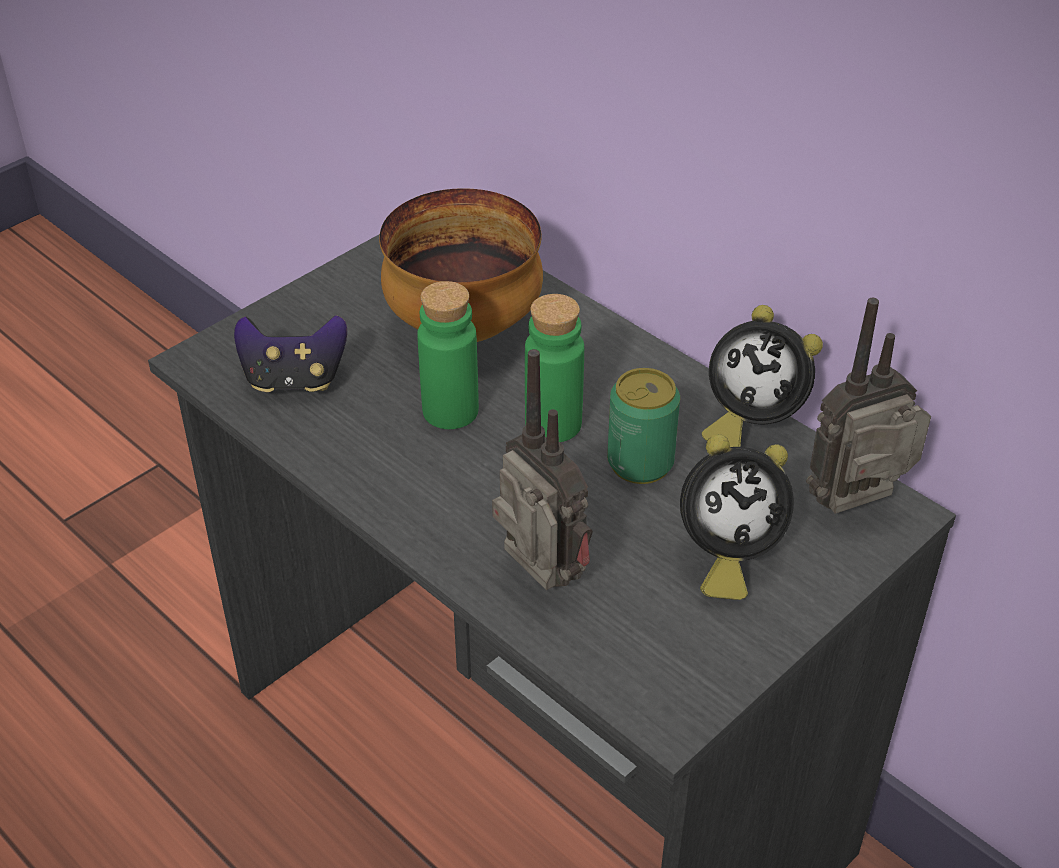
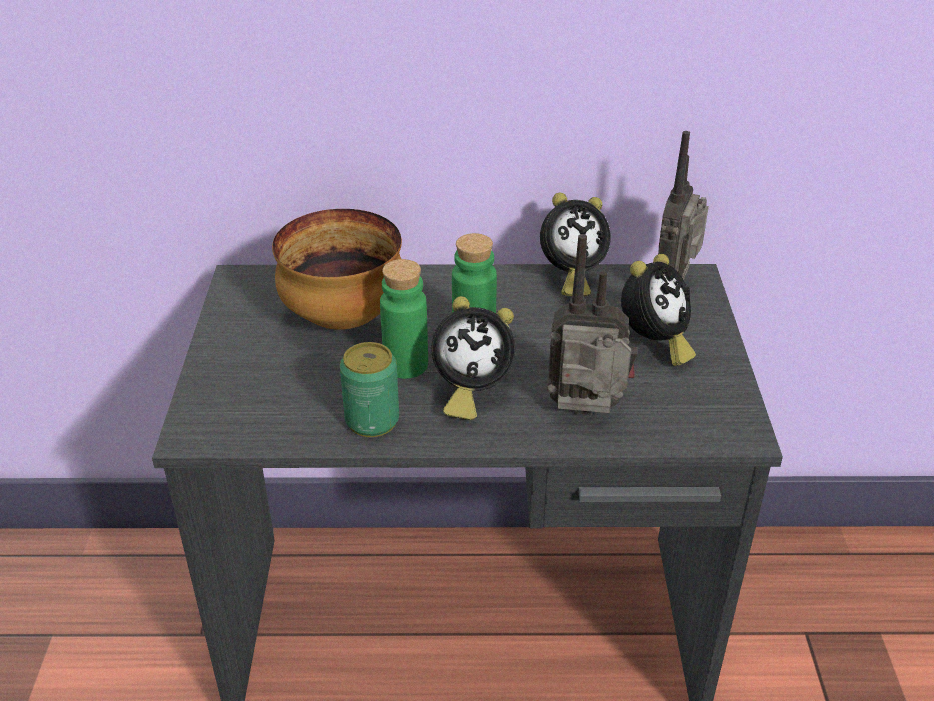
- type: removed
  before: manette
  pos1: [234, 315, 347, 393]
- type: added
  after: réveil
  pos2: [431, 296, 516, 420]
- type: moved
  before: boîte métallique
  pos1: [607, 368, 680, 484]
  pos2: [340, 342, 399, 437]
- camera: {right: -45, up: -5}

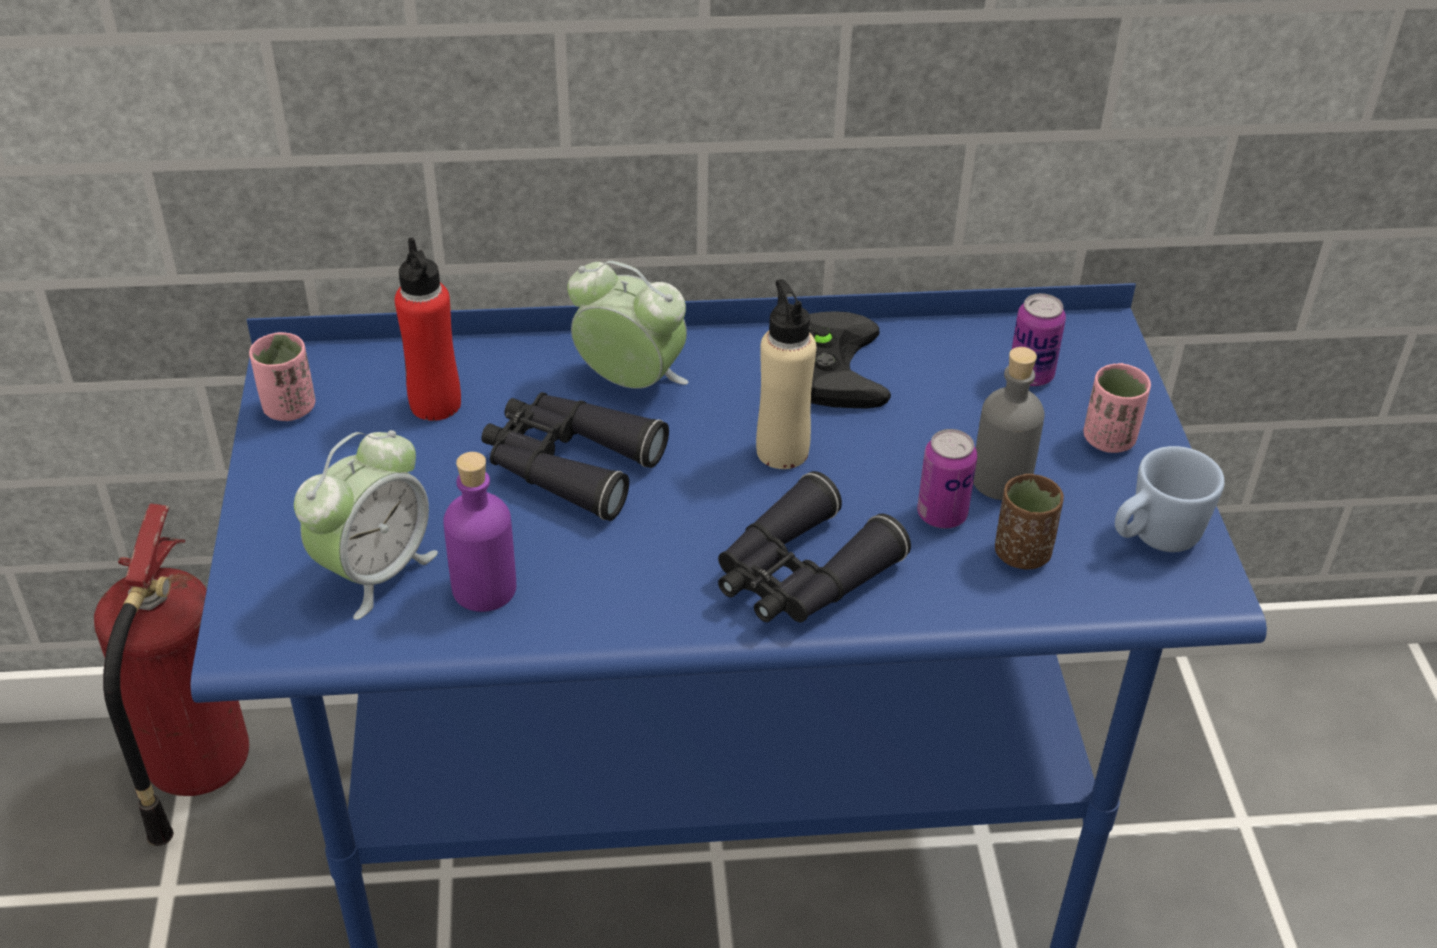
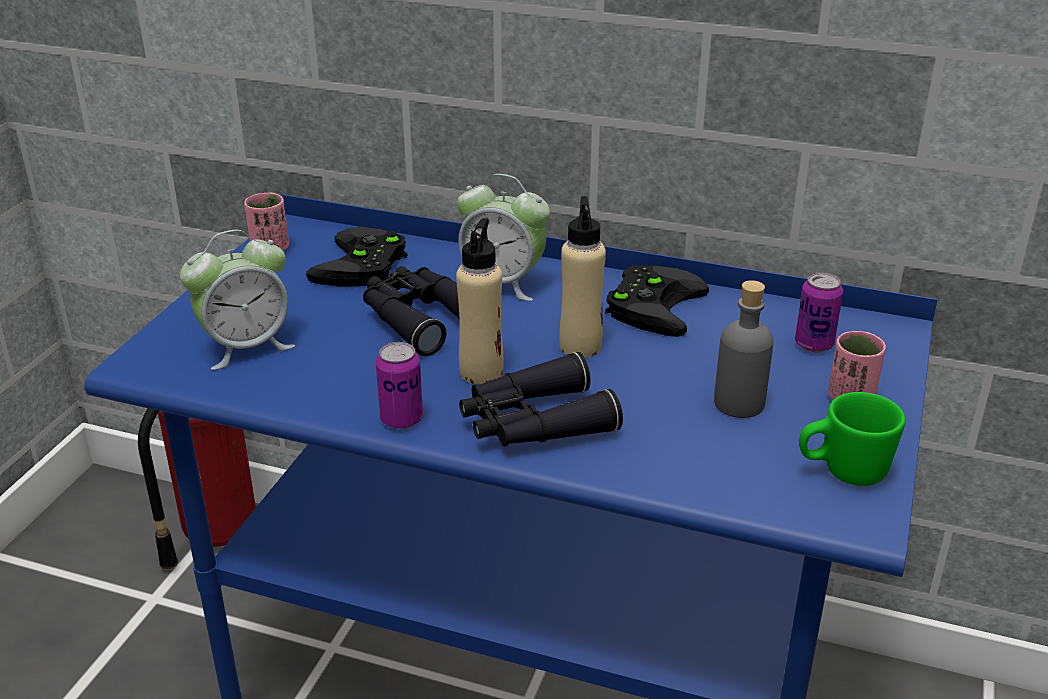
- type: removed
  before: bouteille (violet)
  pos1: [443, 452, 516, 612]
- type: removed
  before: tasse (marron)
  pos1: [995, 474, 1064, 570]
- type: added
  after: bouteille (beige)
  pos2: [456, 218, 504, 384]
- type: moved
  before: boîte métallique
  pos1: [917, 429, 977, 529]
  pos2: [376, 342, 423, 429]
- type: replaced
  before: bouteille (rouge)
  after: manette (noir)
  pos1: [395, 238, 461, 421]
  pos2: [306, 227, 408, 286]
- type: recoloured
  before: mug (bleu)
  after: mug (vert)
  pos1: [1115, 446, 1225, 552]
  pos2: [799, 392, 905, 486]
- type: turned
  before: réveil
  pos1: [567, 261, 689, 389]
  pos2: [457, 174, 550, 301]
  turn: 150
- camera: {right: 25, up: -10}

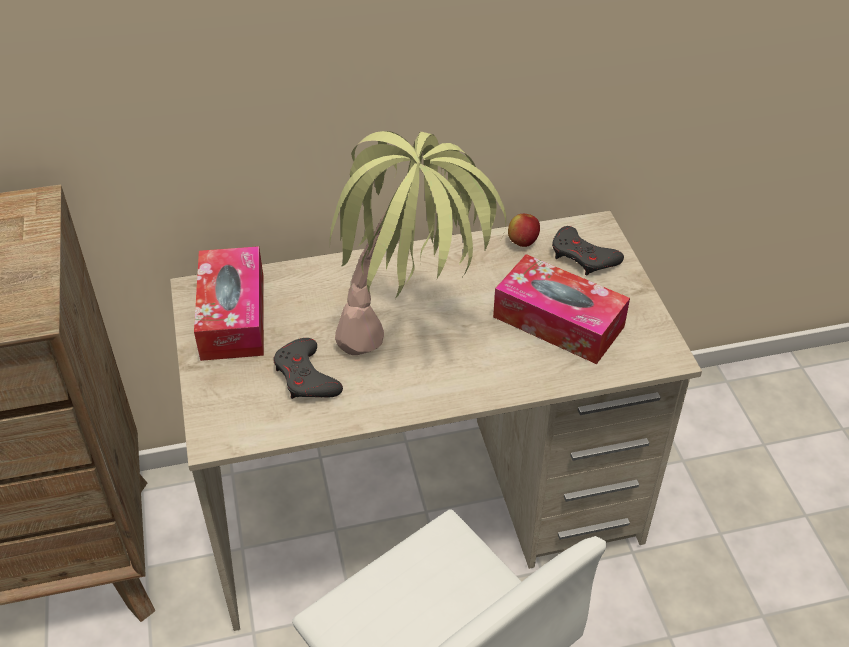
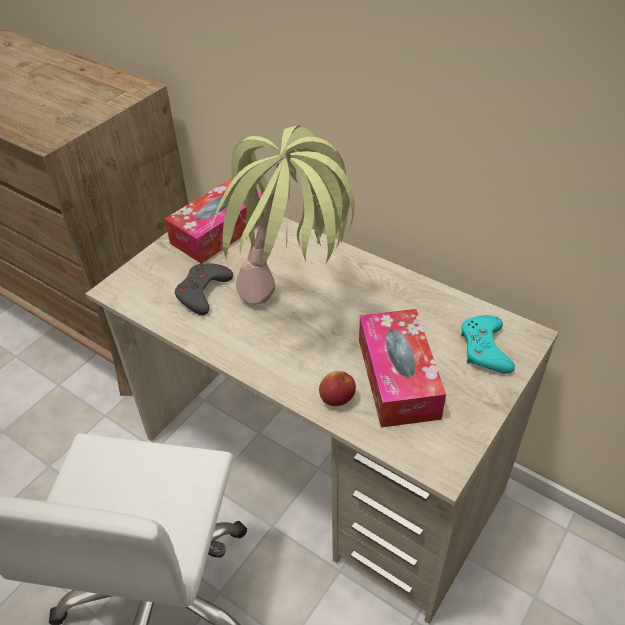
- type: moved
  before: pomme
  pos1: [508, 214, 540, 247]
  pos2: [319, 371, 356, 406]
- type: recoloured
  before: manette (gris)
  after: manette (turquoise)
  pos1: [552, 226, 624, 275]
  pos2: [461, 315, 515, 374]
- camera: {right: 50, up: 0}

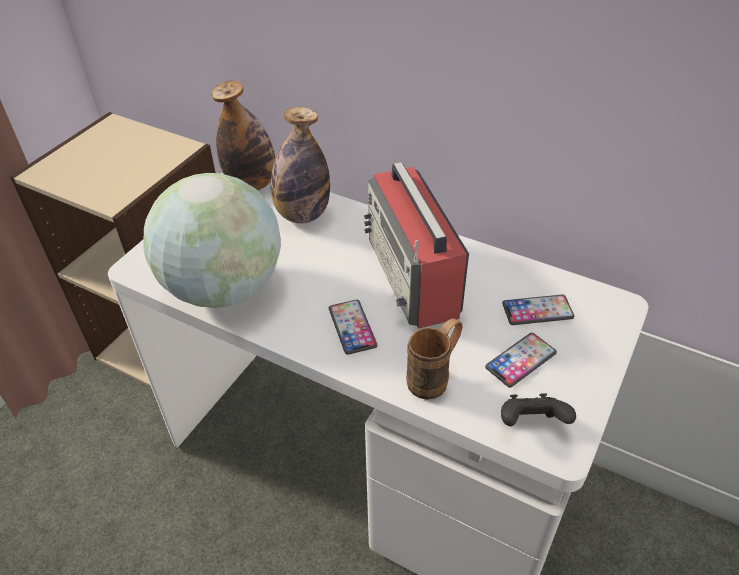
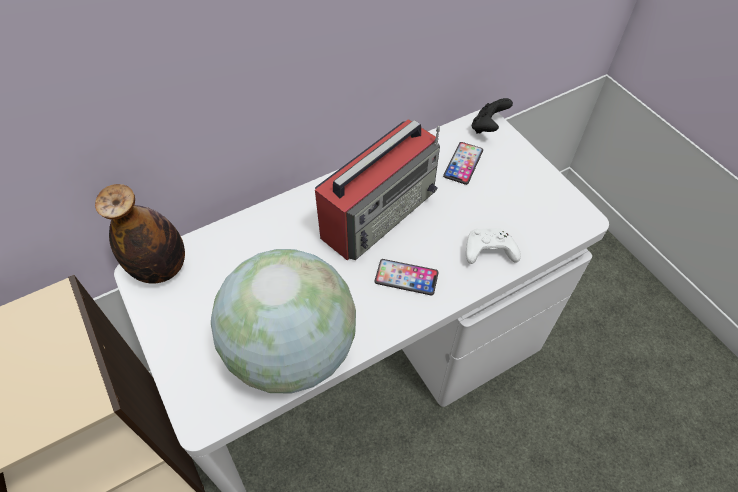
- type: removed
  before: bouteille
  pos1: [271, 107, 330, 223]
- type: removed
  before: téléphone
  pos1: [485, 333, 557, 388]
- type: moved
  before: manette (noir)
  pos1: [501, 393, 576, 426]
  pos2: [472, 98, 513, 134]
- type: replaced
  before: mug (marron)
  after: manette (blanc)
  pos1: [406, 318, 463, 400]
  pos2: [466, 228, 521, 264]
- type: turned
  before: radio
  pos1: [364, 162, 469, 329]
  pos2: [315, 119, 440, 260]
  turn: -60
- camera: {right: -60, up: 10}

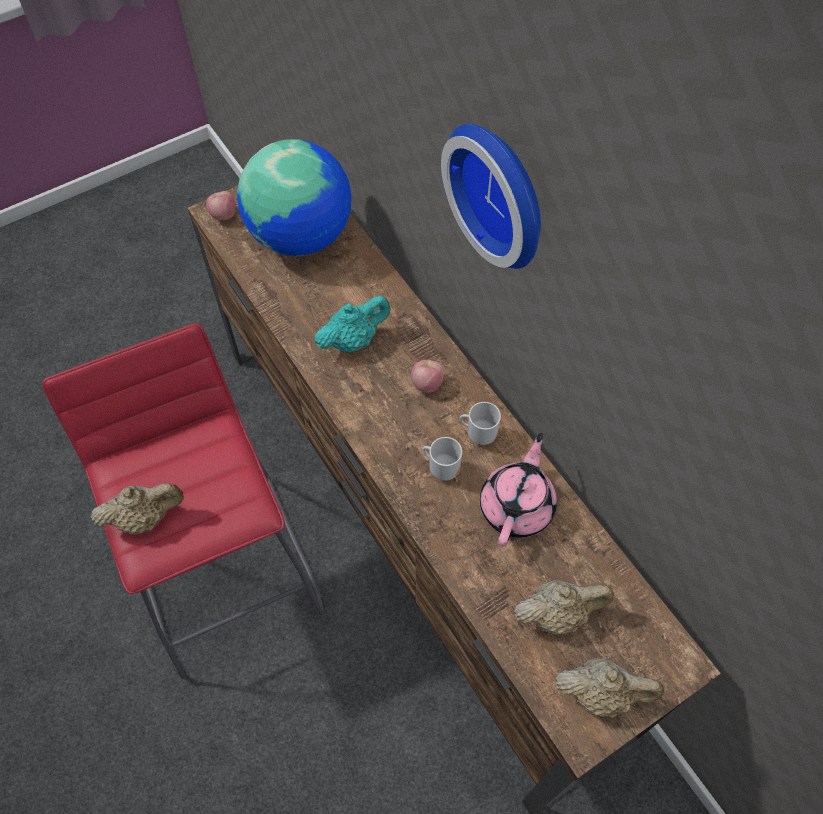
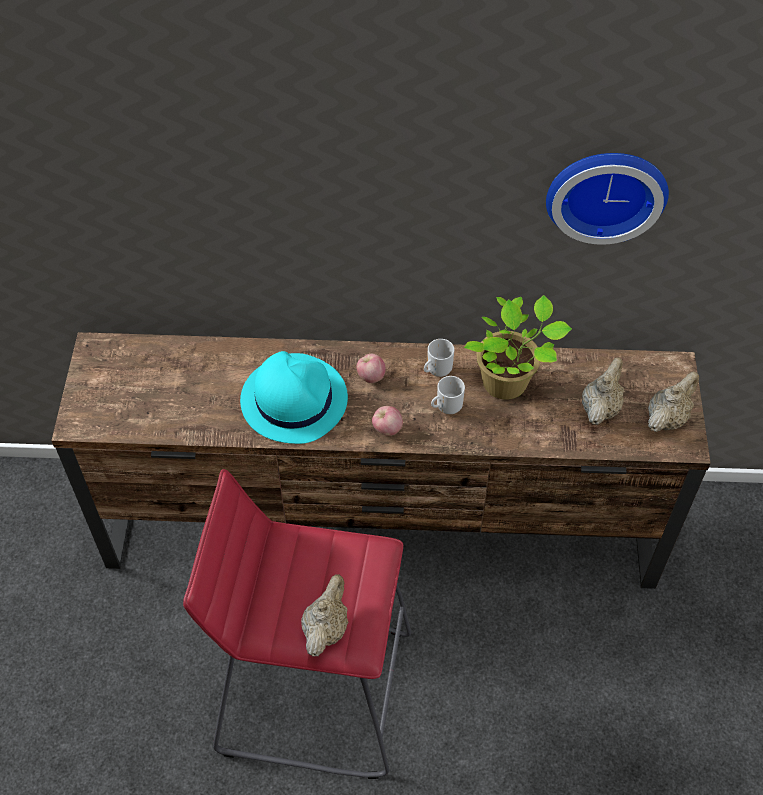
- type: removed
  before: globe
  pos1: [237, 139, 352, 256]
- type: moved
  before: pomme
  pos1: [206, 191, 236, 221]
  pos2: [372, 406, 403, 436]
- type: moved
  before: horloge murale
  pos1: [441, 124, 541, 269]
  pos2: [546, 153, 669, 245]
- type: replaced
  before: théière (turquoise)
  after: chapeau (turquoise)
  pos1: [315, 295, 391, 352]
  pos2: [240, 351, 348, 444]
- type: replaced
  before: théière (rose)
  after: plante en pot
  pos1: [480, 433, 557, 546]
  pos2: [464, 295, 572, 400]
- camera: {right: -55, up: -5}

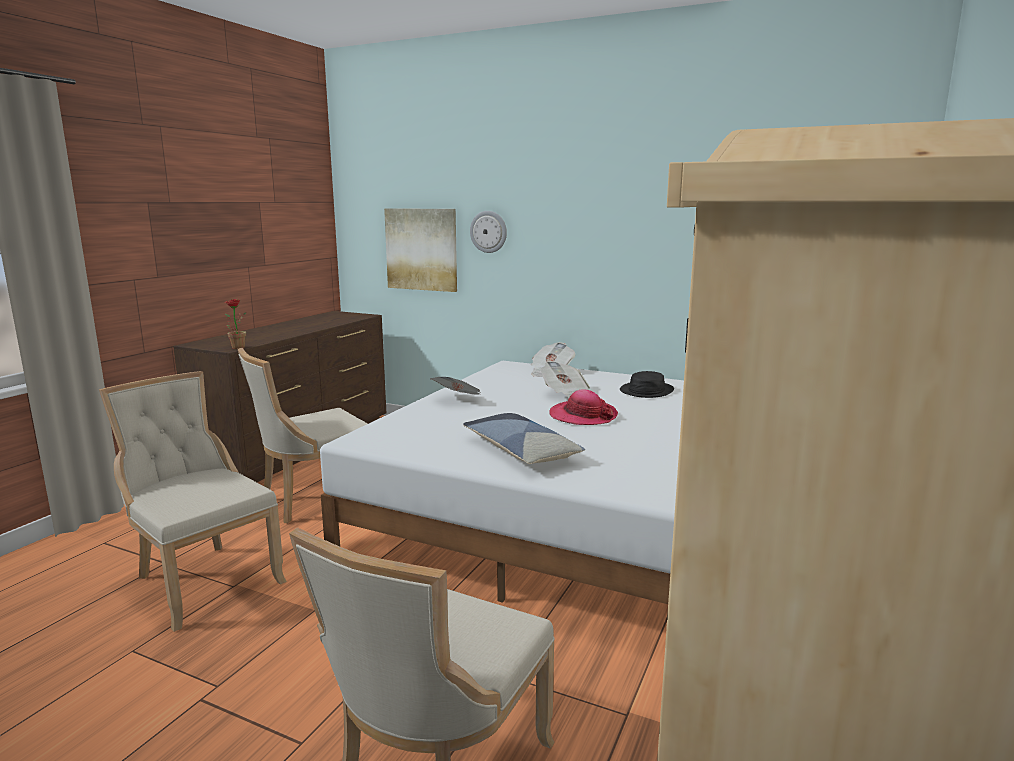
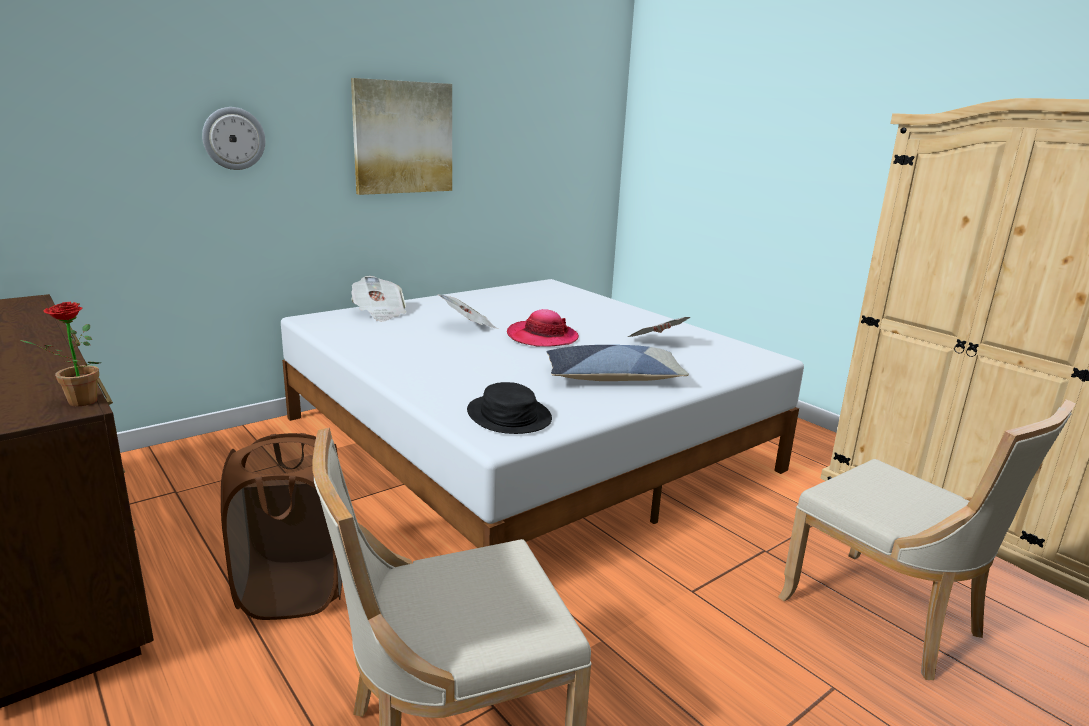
- type: moved
  before: tableau
  pos1: [384, 208, 457, 292]
  pos2: [351, 78, 452, 195]
- type: moved
  before: journal
  pos1: [430, 377, 482, 395]
  pos2: [628, 317, 691, 337]
- type: moved
  before: chapeau (noir)
  pos1: [620, 371, 674, 398]
  pos2: [467, 382, 552, 434]
- type: replaced
  before: chaise (beige)
  after: panier à linge (marron)
  pos1: [238, 348, 368, 523]
  pos2: [221, 433, 342, 620]
- camera: {right: -65, up: 5}

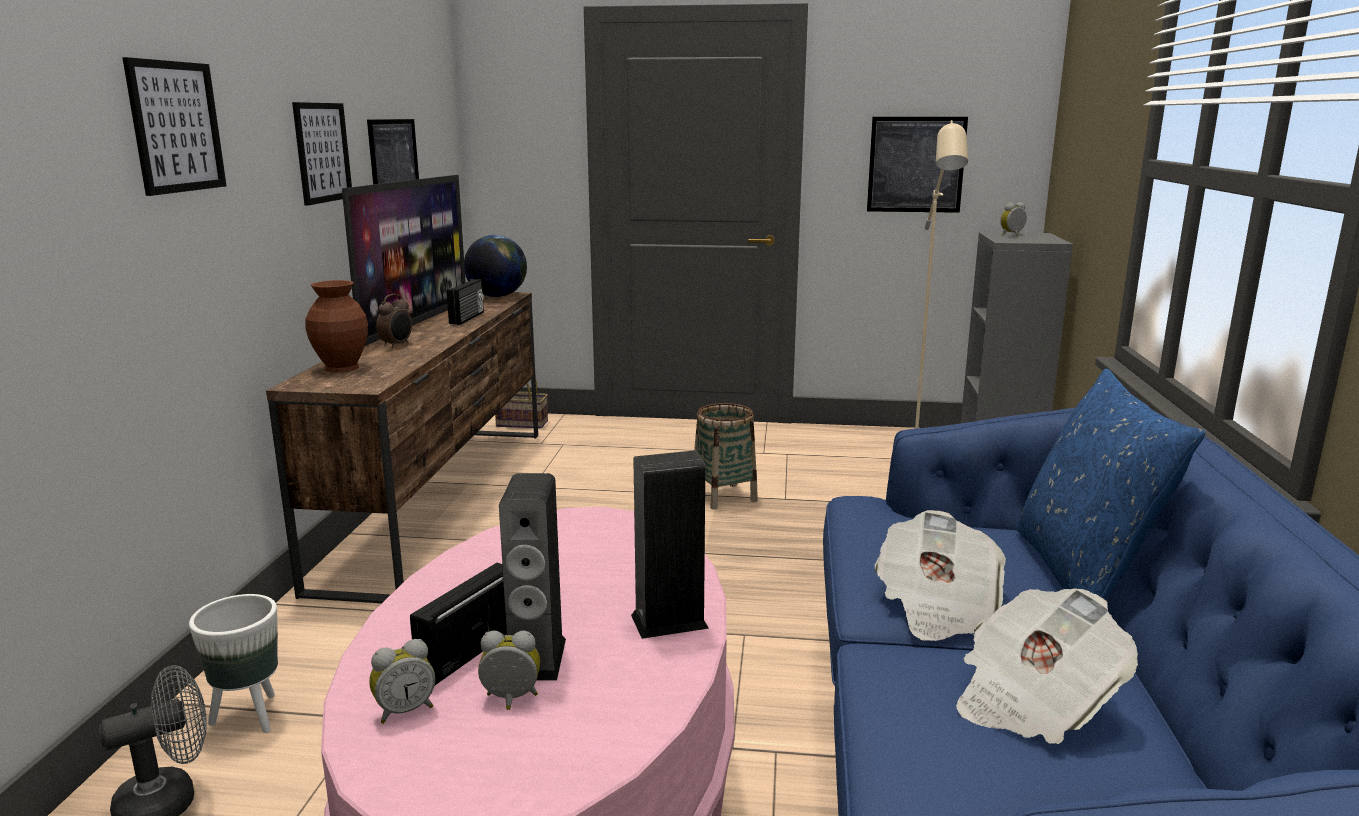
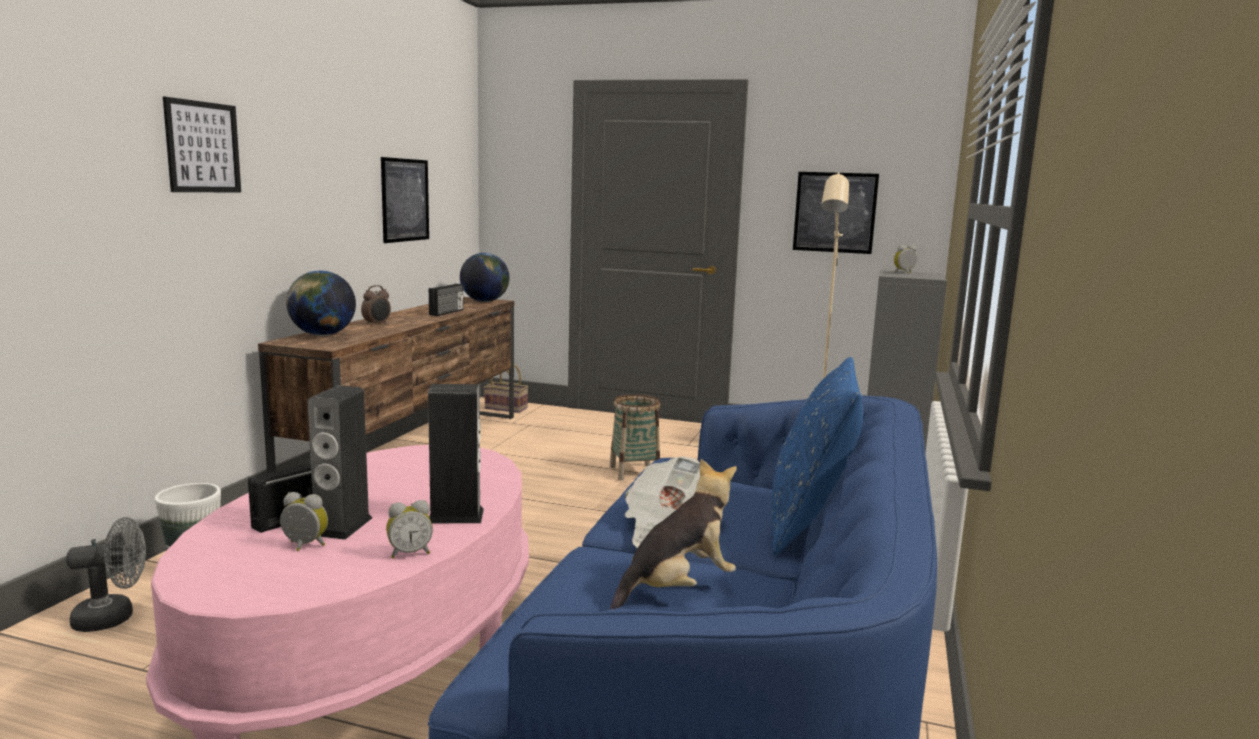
- type: removed
  before: tableau
  pos1: [292, 102, 352, 206]
- type: removed
  before: téléviseur
  pos1: [342, 175, 466, 346]
- type: moved
  before: réveil
  pos1: [369, 639, 435, 724]
  pos2: [386, 500, 433, 558]
- type: replaced
  before: vase (marron)
  after: globe
  pos1: [306, 280, 368, 373]
  pos2: [286, 271, 356, 336]
- type: replaced
  before: journal
  after: peluche
  pos1: [956, 588, 1138, 744]
  pos2: [610, 459, 737, 610]
- camera: {right: 10, up: -5}

